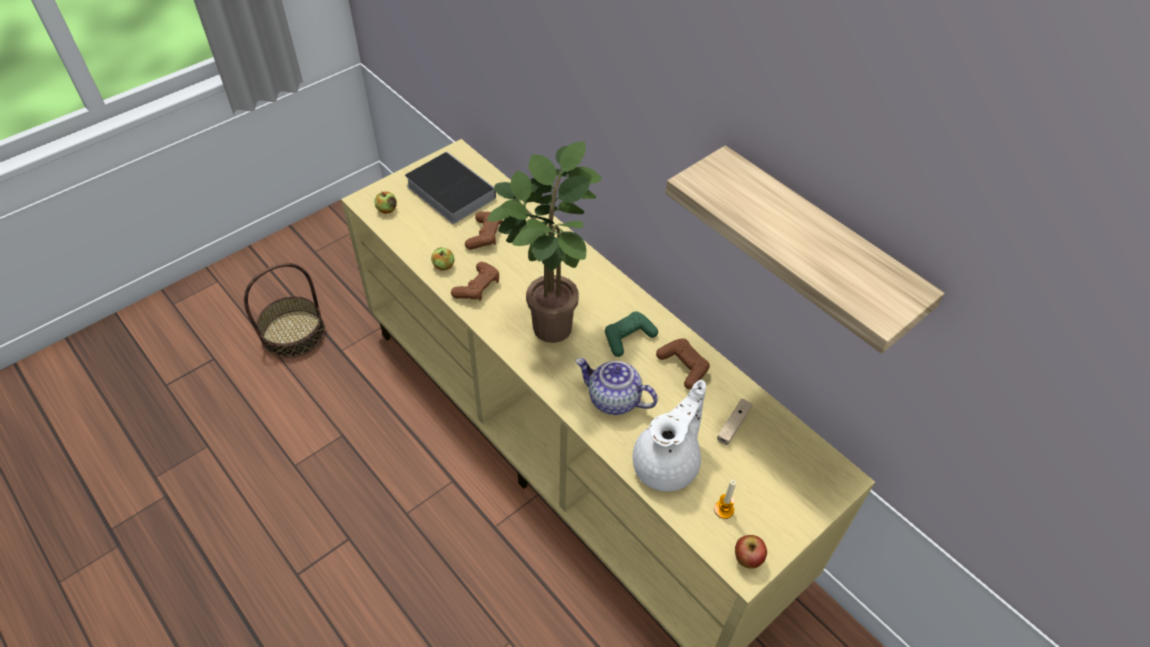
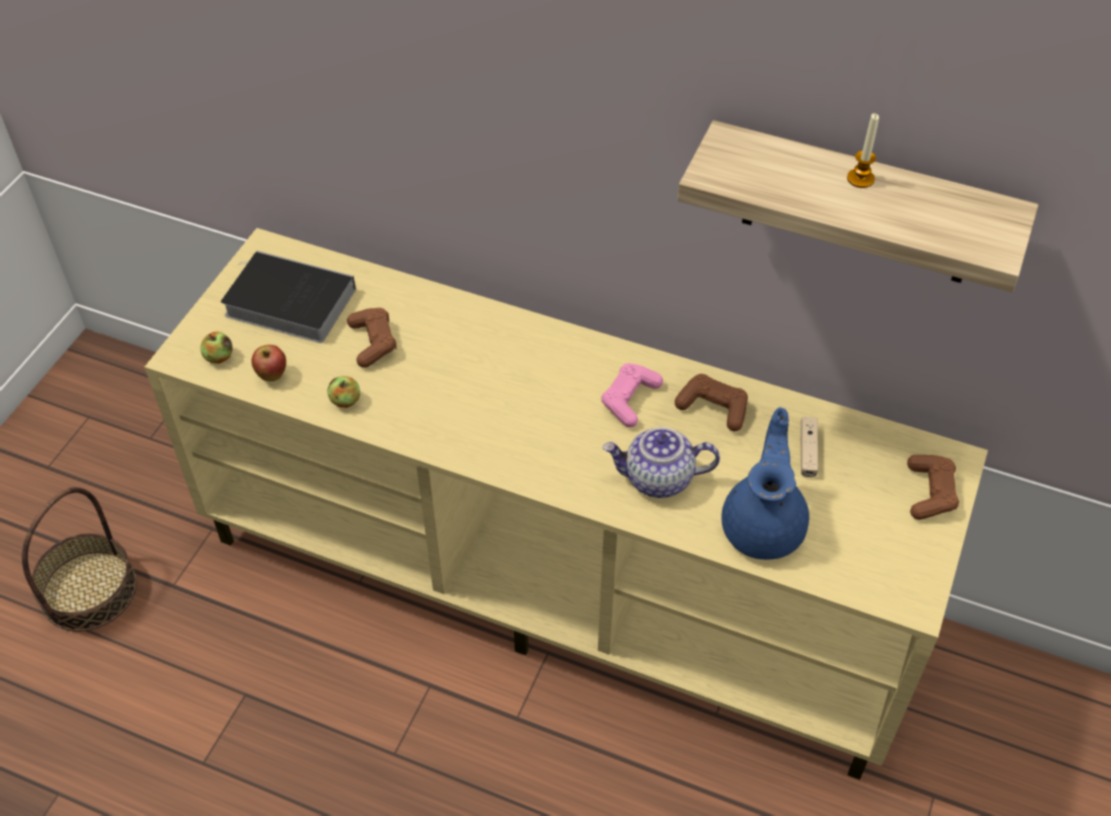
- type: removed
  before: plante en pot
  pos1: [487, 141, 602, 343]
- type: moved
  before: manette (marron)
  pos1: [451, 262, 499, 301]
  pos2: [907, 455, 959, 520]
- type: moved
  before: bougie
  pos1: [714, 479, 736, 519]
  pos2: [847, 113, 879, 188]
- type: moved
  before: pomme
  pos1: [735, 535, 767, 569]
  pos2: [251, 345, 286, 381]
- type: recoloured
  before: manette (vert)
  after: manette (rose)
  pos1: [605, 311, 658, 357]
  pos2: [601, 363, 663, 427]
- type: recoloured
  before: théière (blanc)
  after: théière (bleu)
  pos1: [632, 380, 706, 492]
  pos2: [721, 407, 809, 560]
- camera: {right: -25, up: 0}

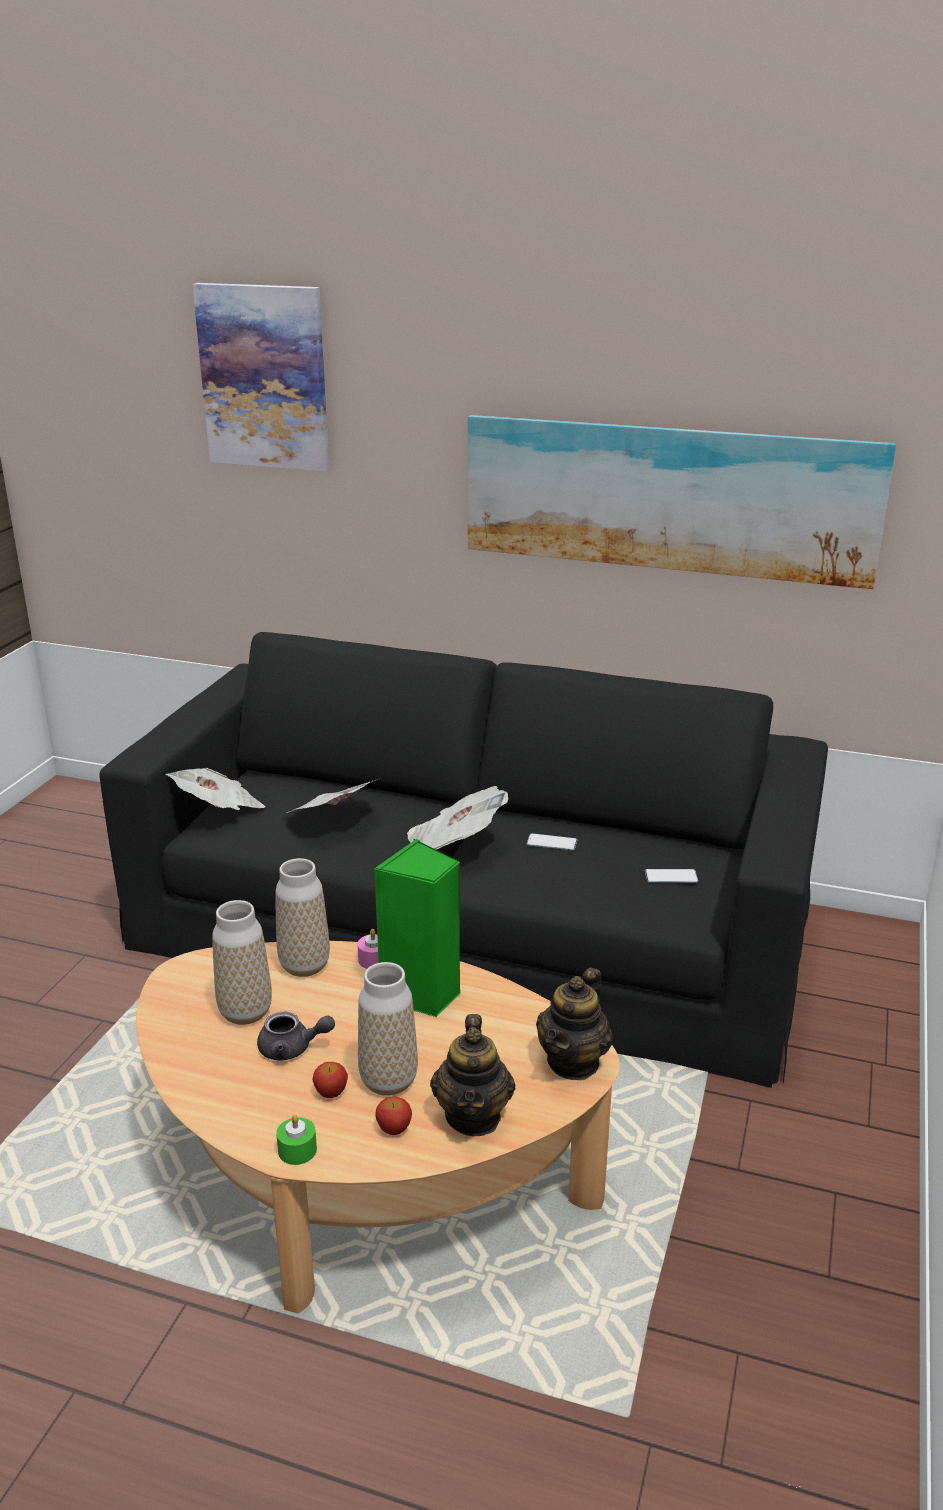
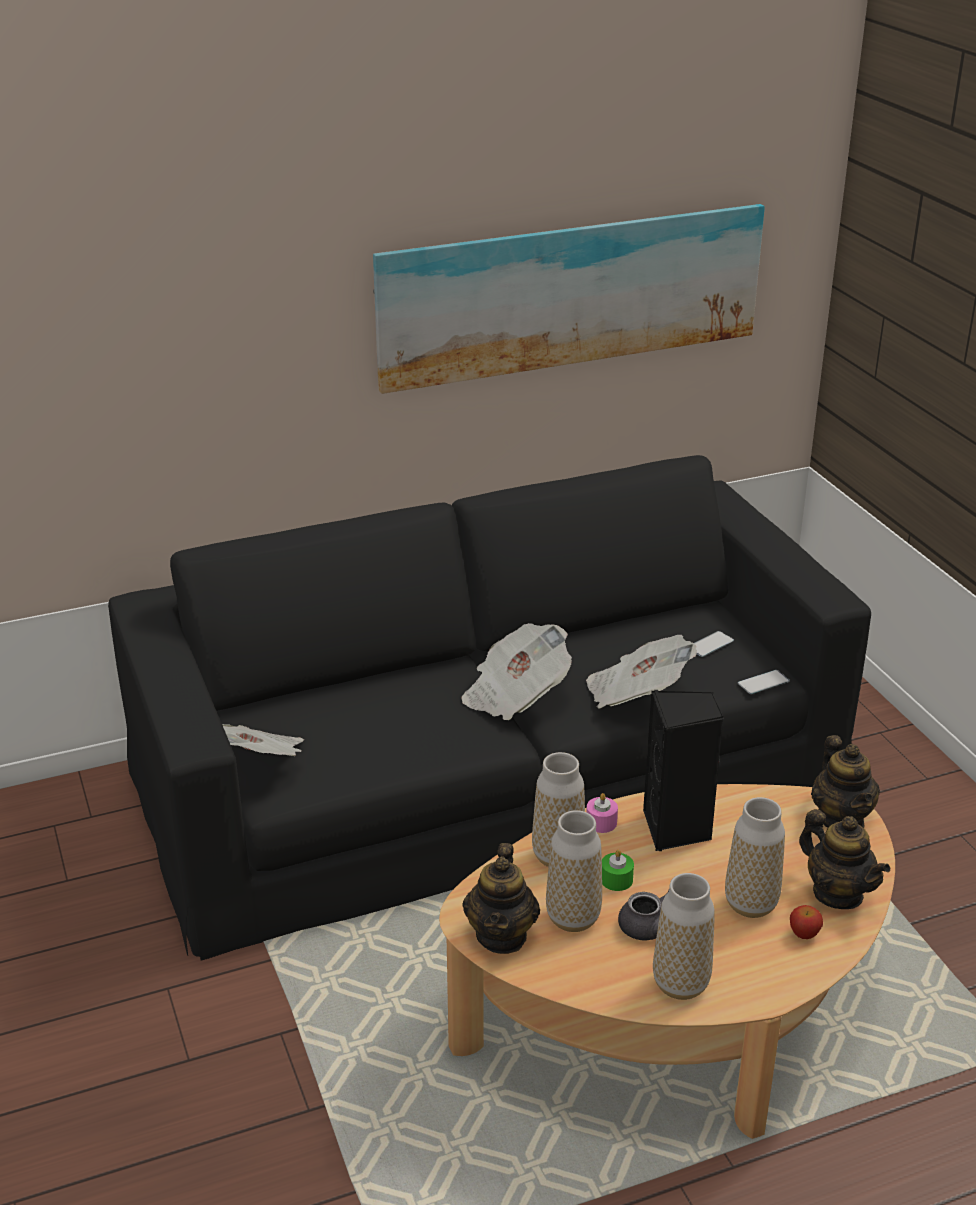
- type: removed
  before: tableau
  pos1: [192, 283, 329, 472]
- type: removed
  before: pomme
  pos1: [312, 1062, 348, 1098]
- type: added
  after: théière
  pos2: [463, 843, 540, 954]
- type: added
  after: vase
  pos2: [653, 873, 715, 1000]
- type: moved
  before: bougie (vert)
  pos1: [276, 1115, 317, 1165]
  pos2: [602, 849, 634, 891]
- type: moved
  before: journal
  pos1: [286, 779, 378, 813]
  pos2: [586, 635, 697, 709]
- type: moved
  before: téléphone
  pos1: [527, 833, 578, 850]
  pos2: [738, 670, 790, 694]
- type: recoloured
  before: enceinte (vert)
  after: enceinte (noir)
  pos1: [374, 839, 461, 1017]
  pos2: [643, 690, 724, 851]
- camera: {right: -40, up: 5}

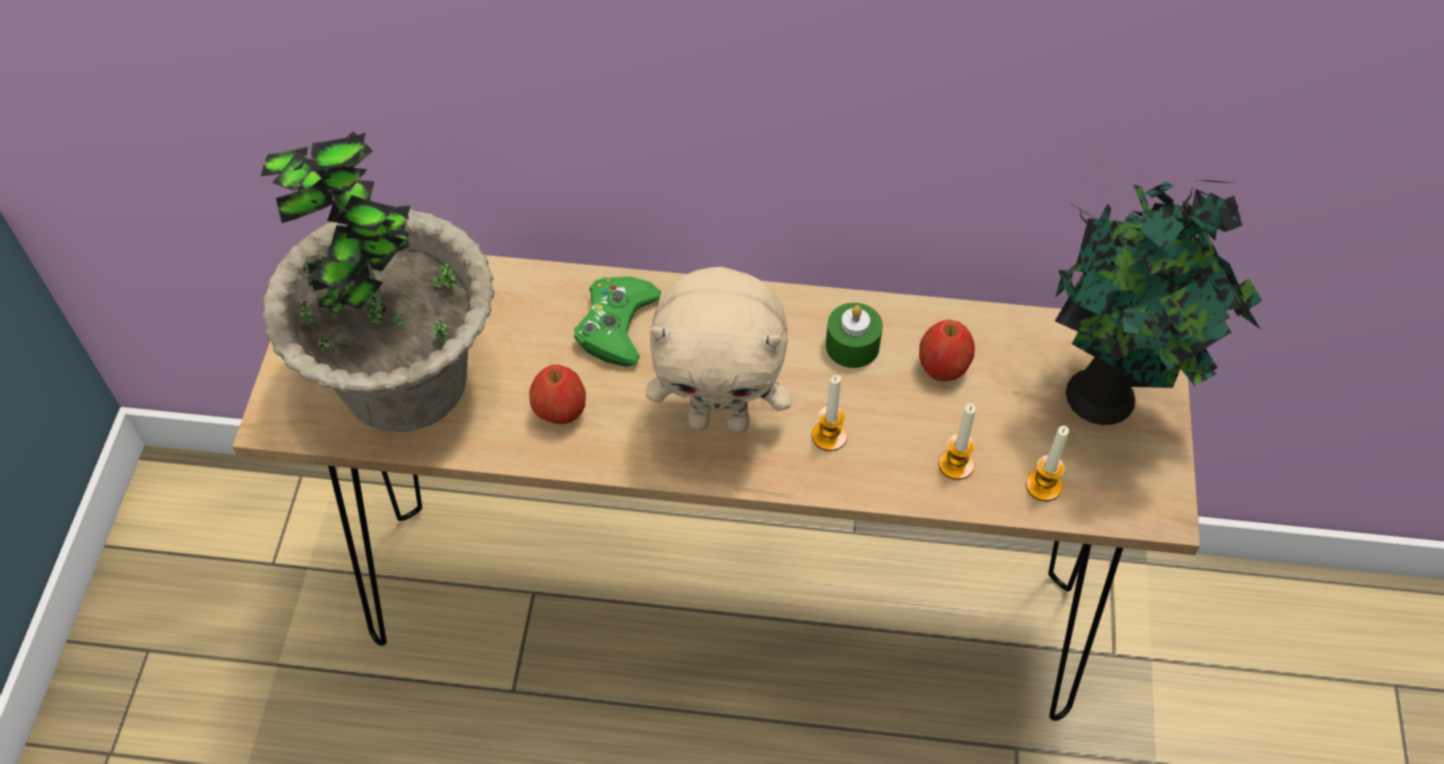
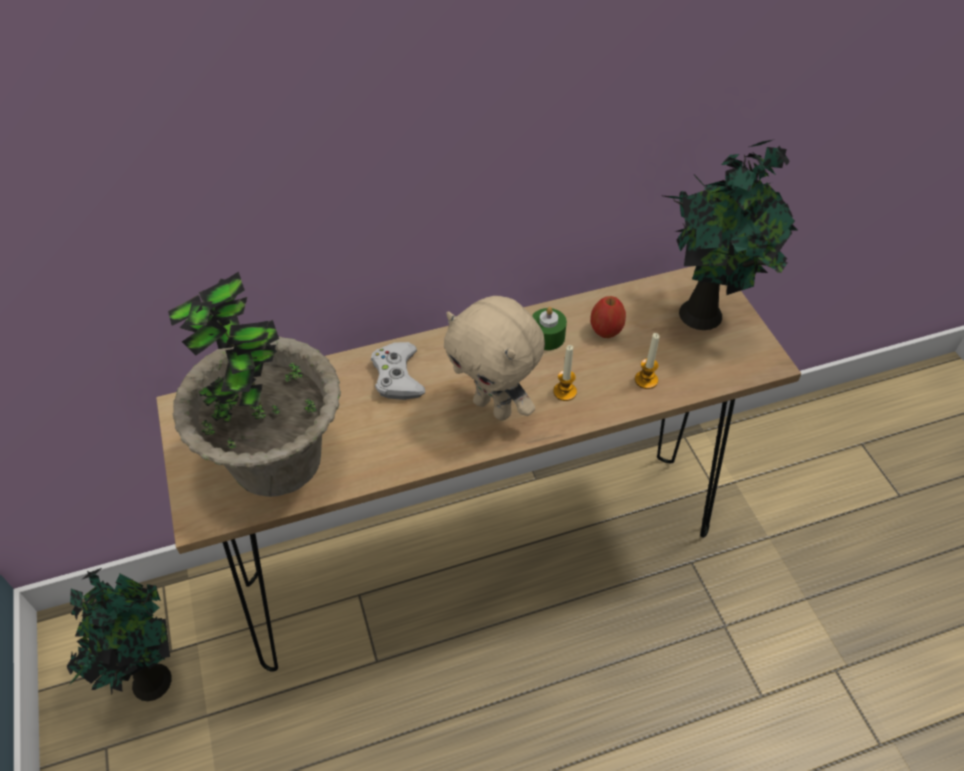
- type: removed
  before: pomme
  pos1: [529, 365, 586, 424]
- type: removed
  before: bougie
  pos1: [1026, 426, 1069, 501]
- type: added
  after: plante en pot
  pos2: [67, 568, 172, 701]
- type: recoloured
  before: manette (vert)
  after: manette (blanc)
  pos1: [574, 277, 661, 367]
  pos2: [371, 342, 425, 400]
- type: turned
  before: peluche (beige)
  pos1: [646, 267, 792, 433]
  pos2: [444, 296, 545, 421]
  turn: 60
- camera: {right: -25, up: -5}

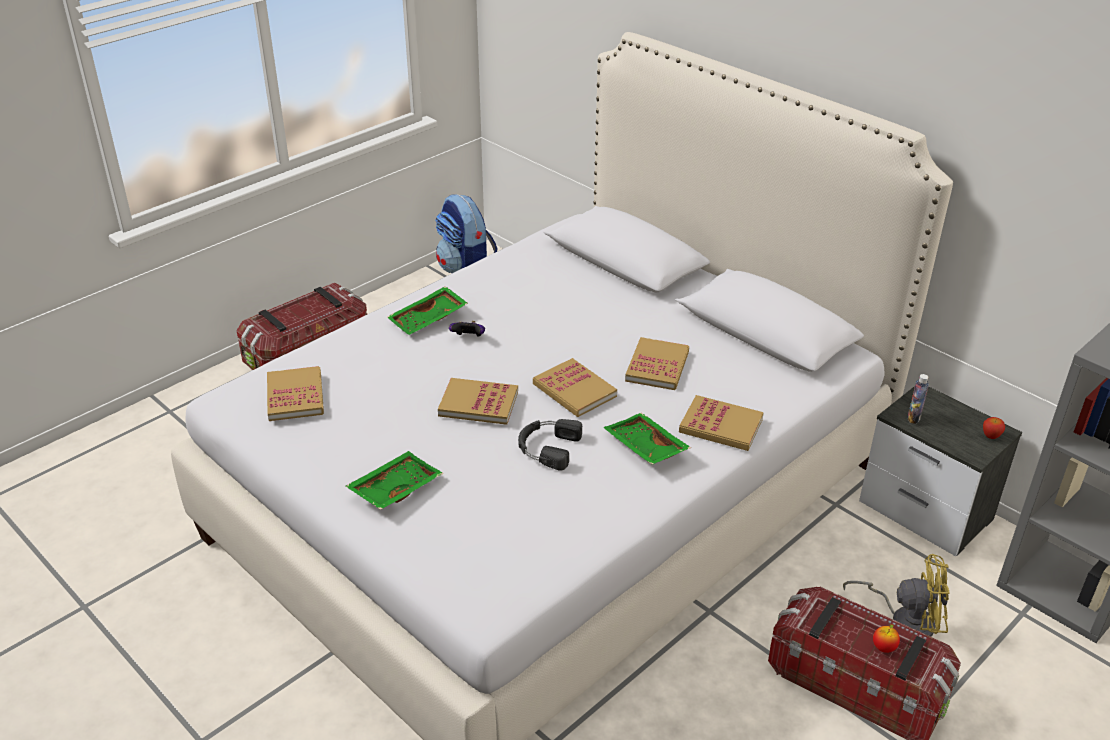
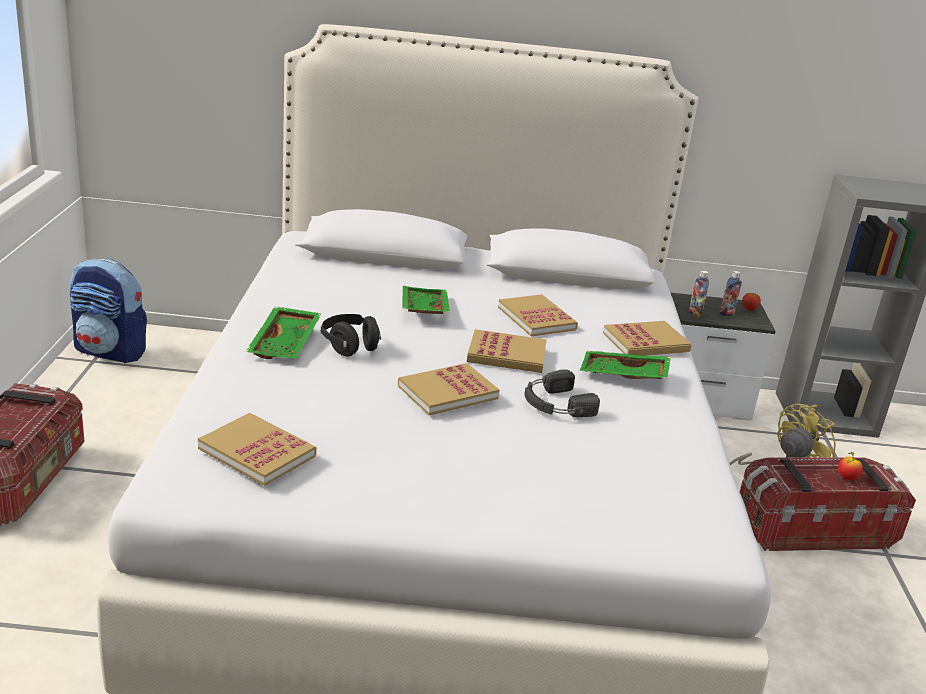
- type: added
  after: bouteille
  pos2: [720, 271, 742, 316]
- type: moved
  before: plateau (vert)
  pos1: [346, 451, 443, 510]
  pos2: [403, 286, 450, 314]
- type: replaced
  before: manette
  after: casque audio (noir)
  pos1: [449, 321, 485, 337]
  pos2: [321, 314, 381, 356]
- camera: {right: -45, up: -10}

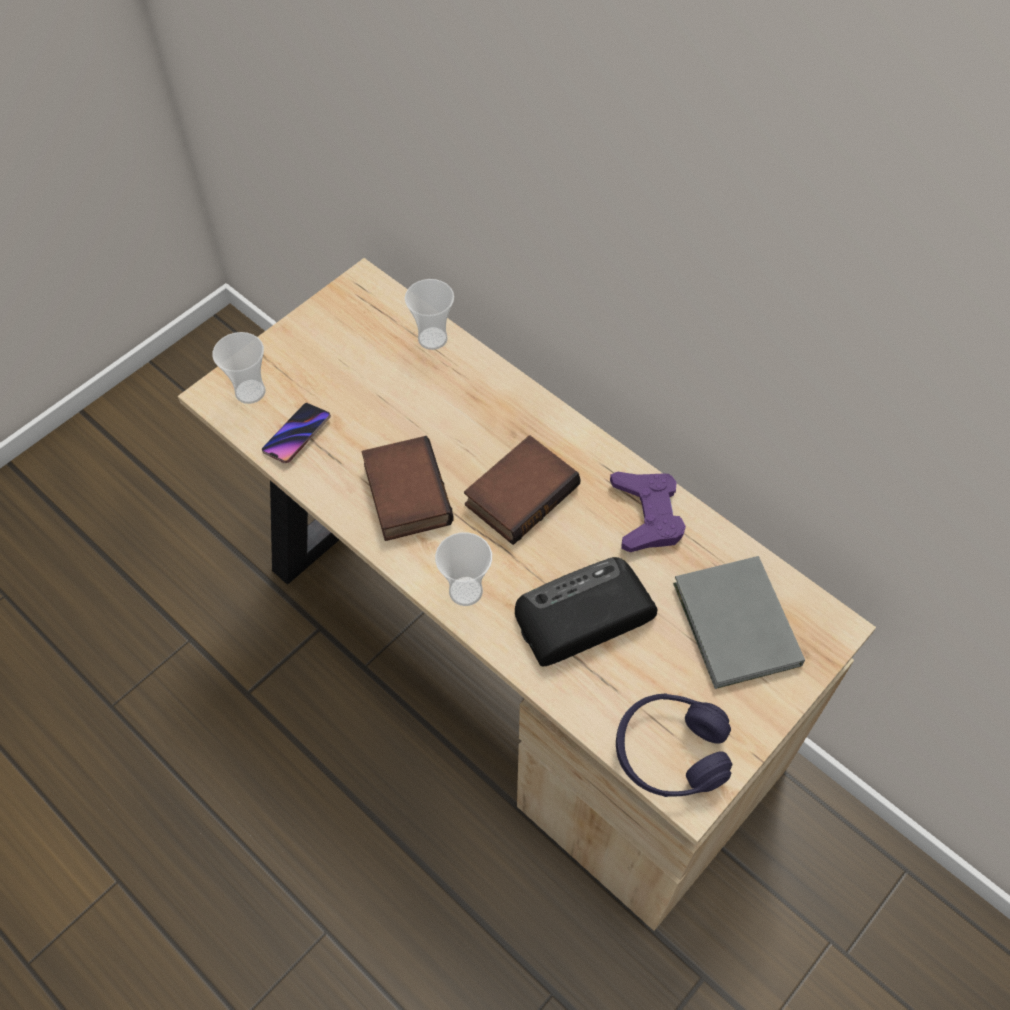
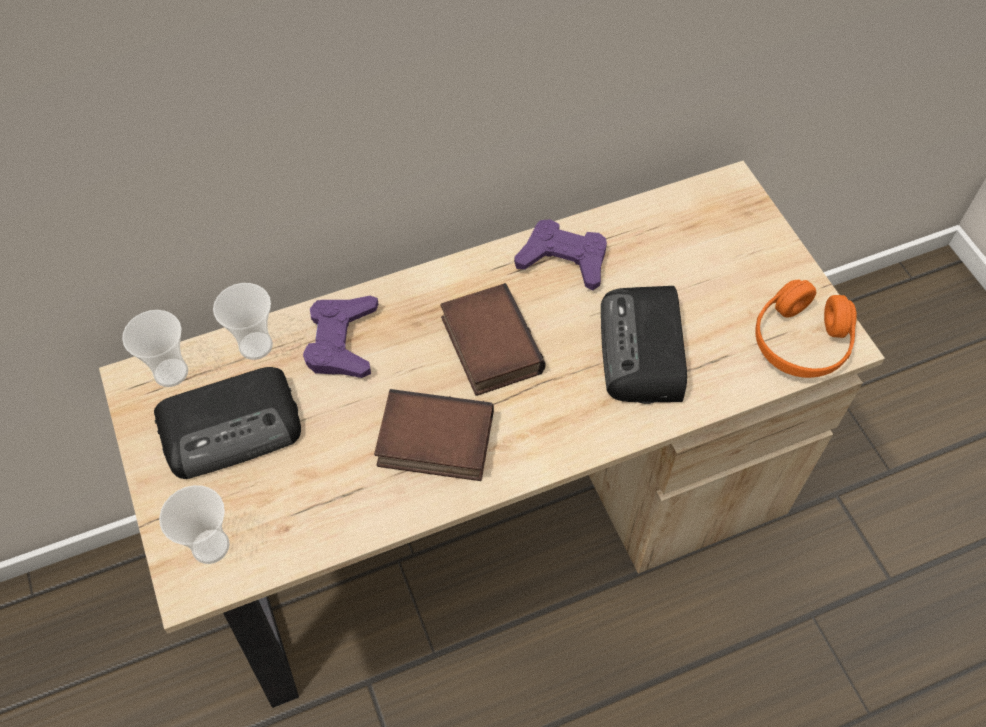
- type: removed
  before: téléphone
  pos1: [262, 403, 331, 463]
- type: removed
  before: livre (gris)
  pos1: [673, 556, 805, 689]
- type: added
  after: radio
  pos2: [154, 367, 301, 479]
- type: added
  after: manette (violet)
  pos2: [303, 296, 378, 378]
- type: moved
  before: tasse
  pos1: [435, 532, 492, 606]
  pos2: [122, 310, 188, 387]
- type: recoloured
  before: casque audio (violet)
  after: casque audio (orange)
  pos1: [616, 693, 732, 797]
  pos2: [755, 280, 857, 378]
- camera: {right: -65, up: 0}

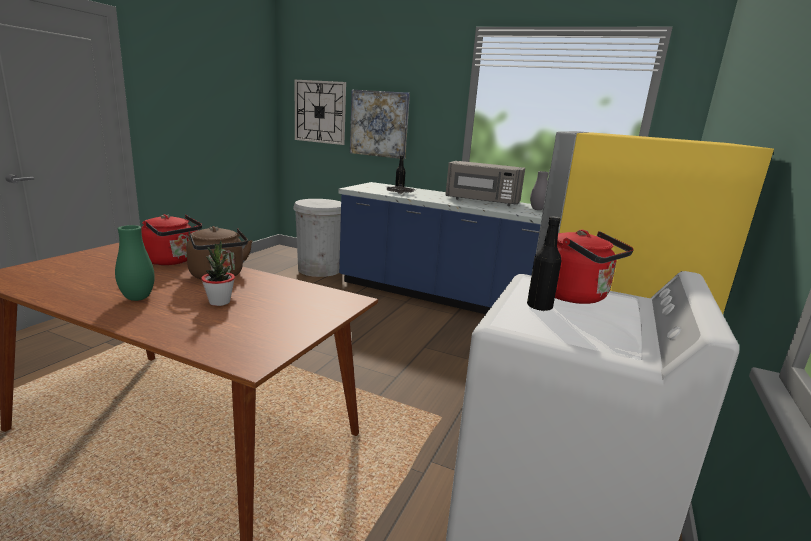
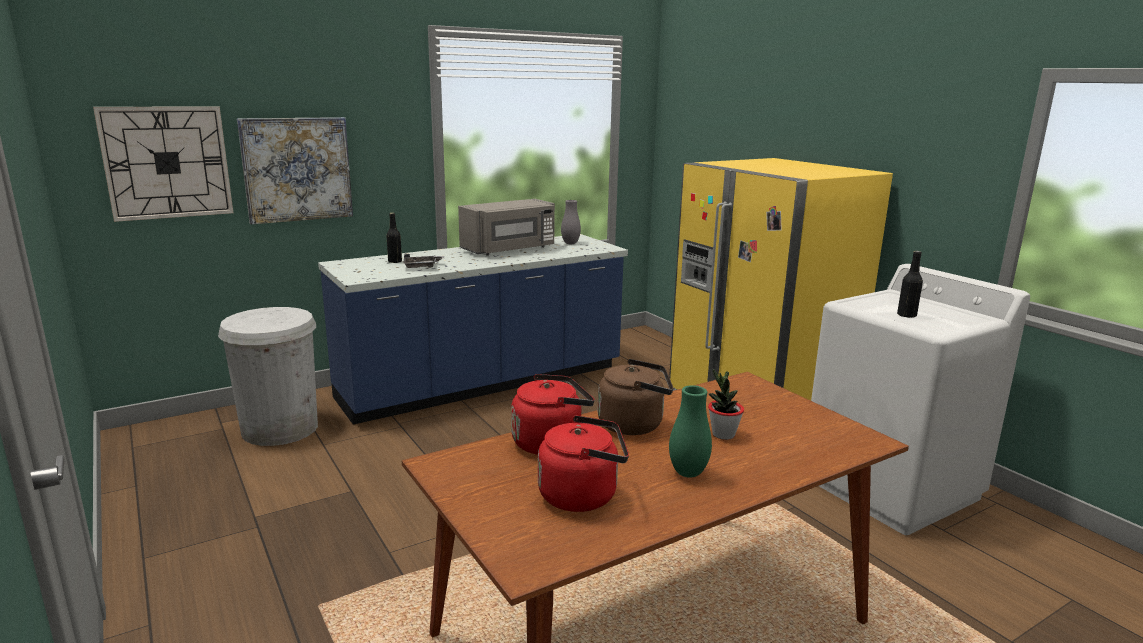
- type: moved
  before: bouilloire (rouge)
  pos1: [555, 230, 634, 304]
  pos2: [538, 415, 629, 512]
- camera: {right: -55, up: 0}

